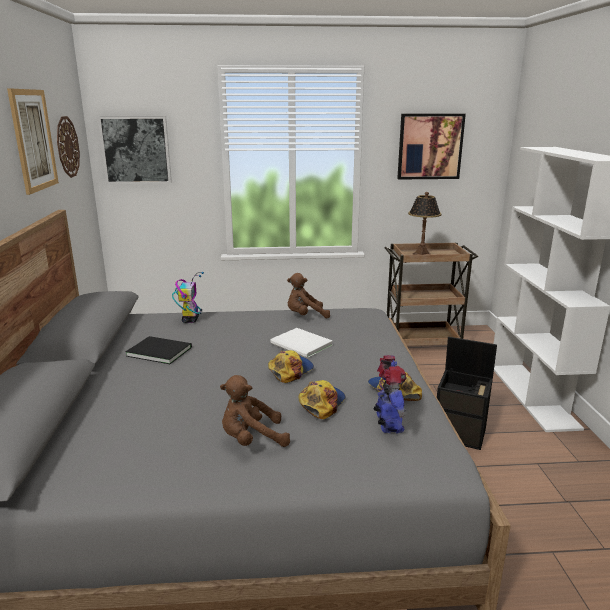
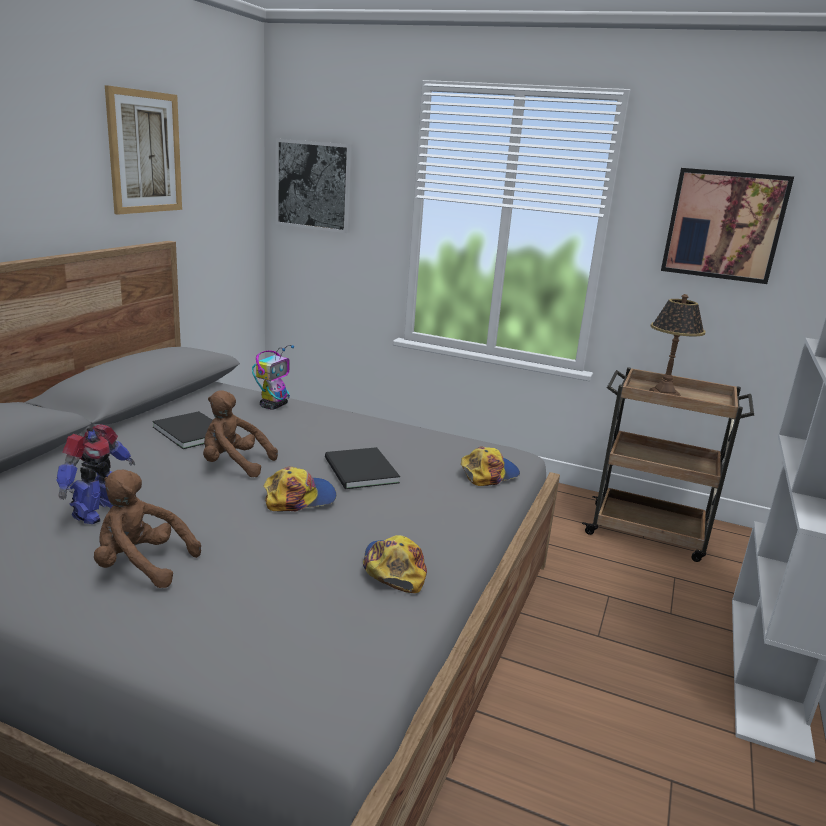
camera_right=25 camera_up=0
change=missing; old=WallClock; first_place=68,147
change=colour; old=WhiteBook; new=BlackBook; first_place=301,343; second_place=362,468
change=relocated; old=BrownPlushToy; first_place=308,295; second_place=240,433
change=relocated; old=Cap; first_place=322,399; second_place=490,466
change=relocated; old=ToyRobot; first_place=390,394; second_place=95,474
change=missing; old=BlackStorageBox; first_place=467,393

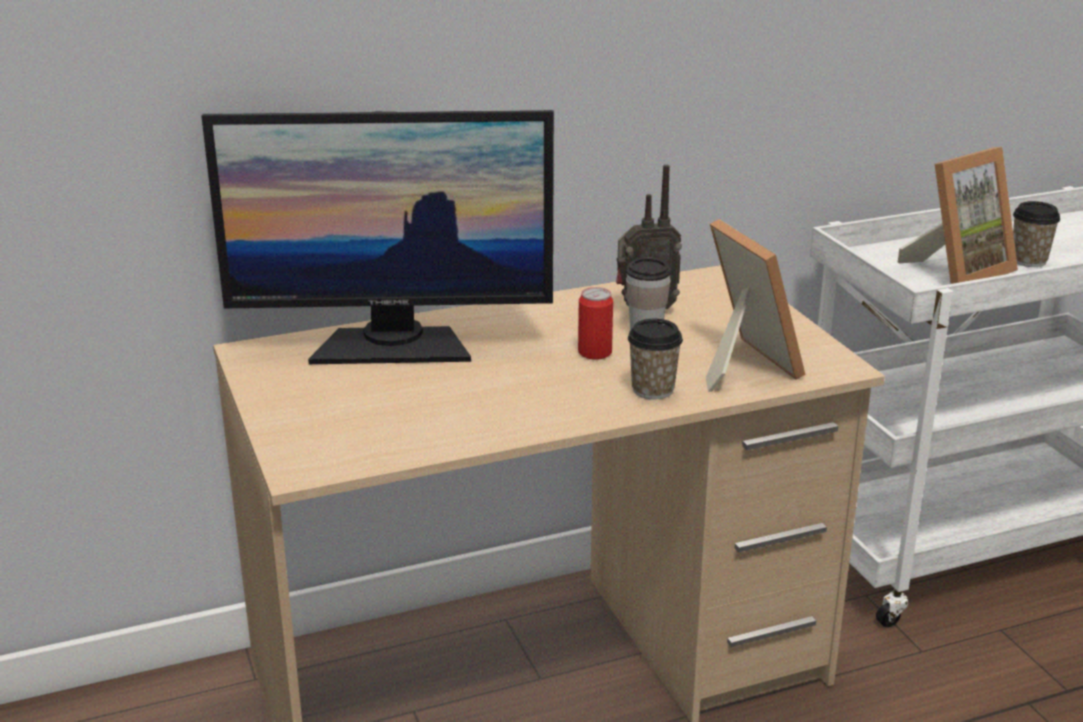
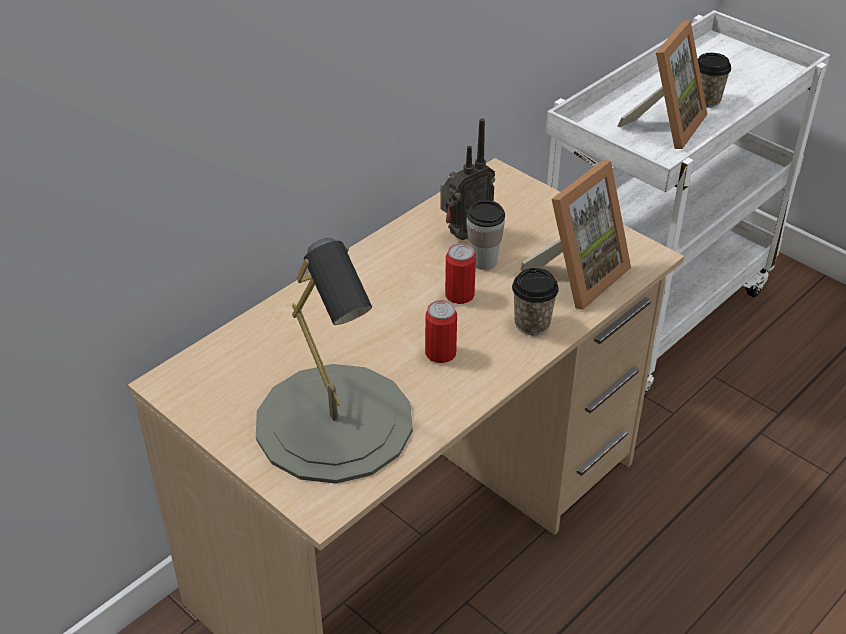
camera_right=-25 camera_up=15
change=missing; old=Monitor; first_place=377,237
change=spun; old=PictureFrame; first_place=756,305; second_place=576,235; degrees=90
change=appeared; new=GreyTableLamp; second_place=334,361
change=appeared; new=Can; second_place=441,331

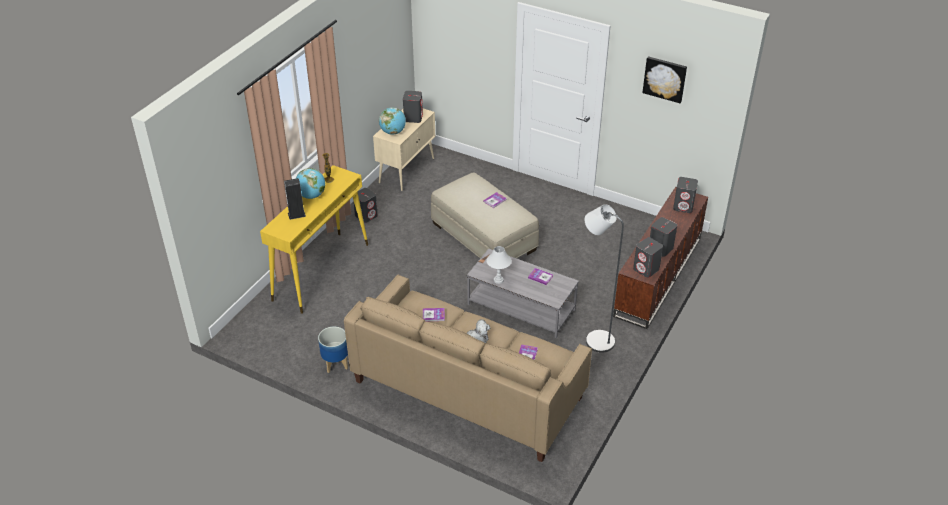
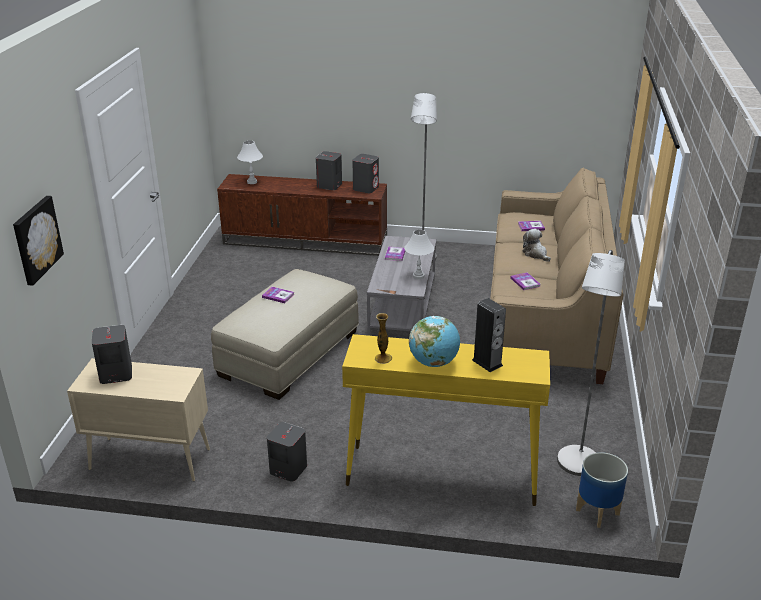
camera_right=-110 camera_up=-10
change=relocated; old=Planter; first_place=333,350; second_place=602,490
change=missing; old=Globe; first_place=392,121
change=relocated; old=Picture; first_place=664,79; second_place=38,241
change=exchanged; old=GreySpeaker; new=WhiteTableLamp; first_place=685,195; second_place=250,162
change=appeared; new=GreyFloorLamp; second_place=591,363

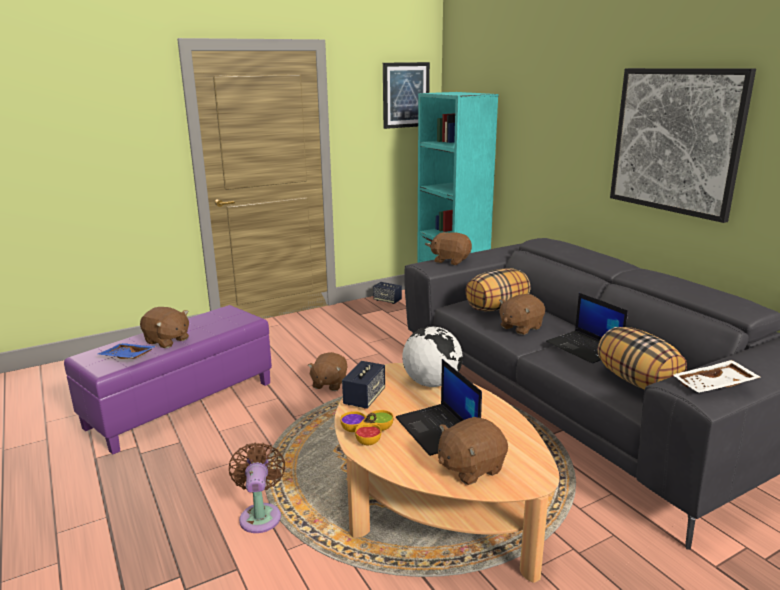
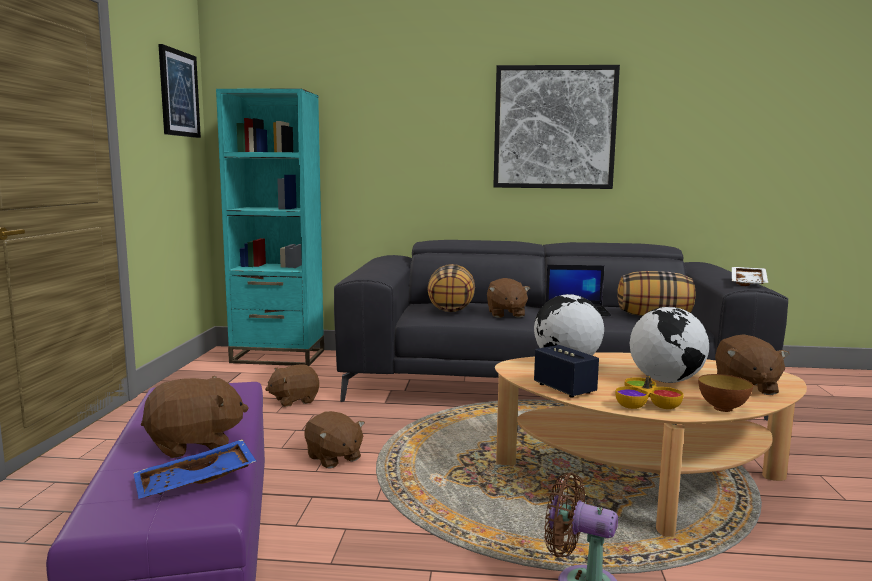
camera_right=-55 camera_up=-10
change=missing; old=Speaker; first_place=387,293
change=exchanged; old=Laptop; new=Globe; first_place=439,407; second_place=670,345
change=relocated; old=BrownPlushToy; first_place=451,248; second_place=292,386
change=appeared; new=Bowl; second_place=725,393

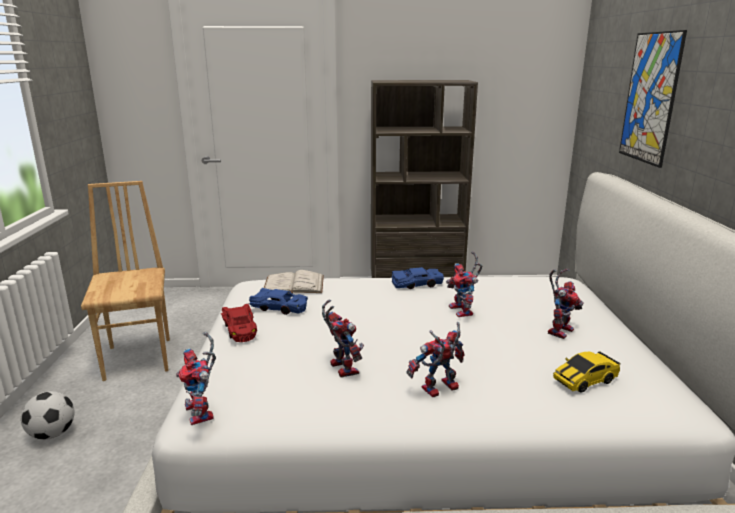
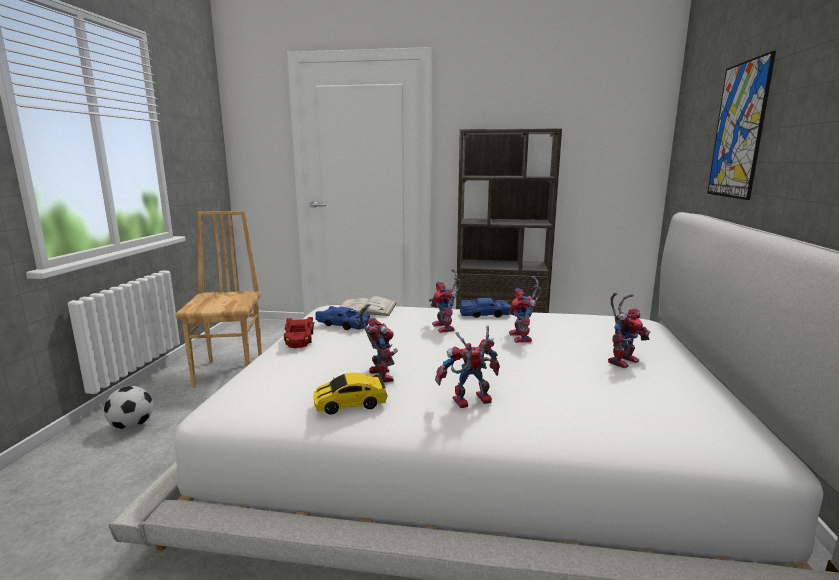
camera_right=10 camera_up=-5
change=relocated; old=ToyRobot; first_place=196,378; second_place=445,301
change=relocated; old=ToyCar; first_place=587,372; second_place=351,394

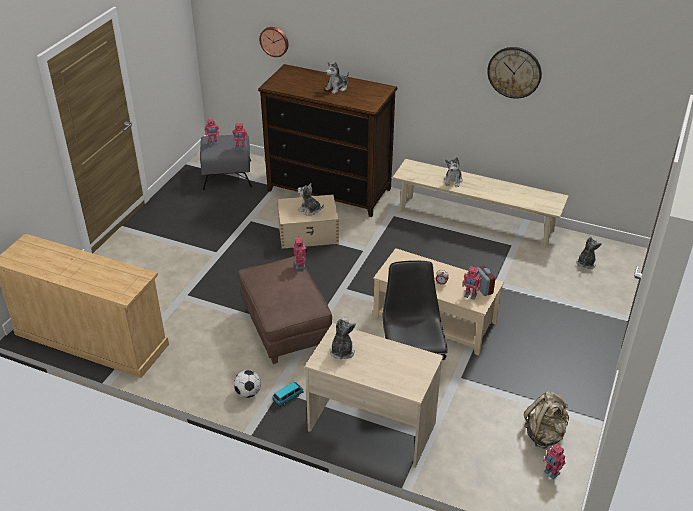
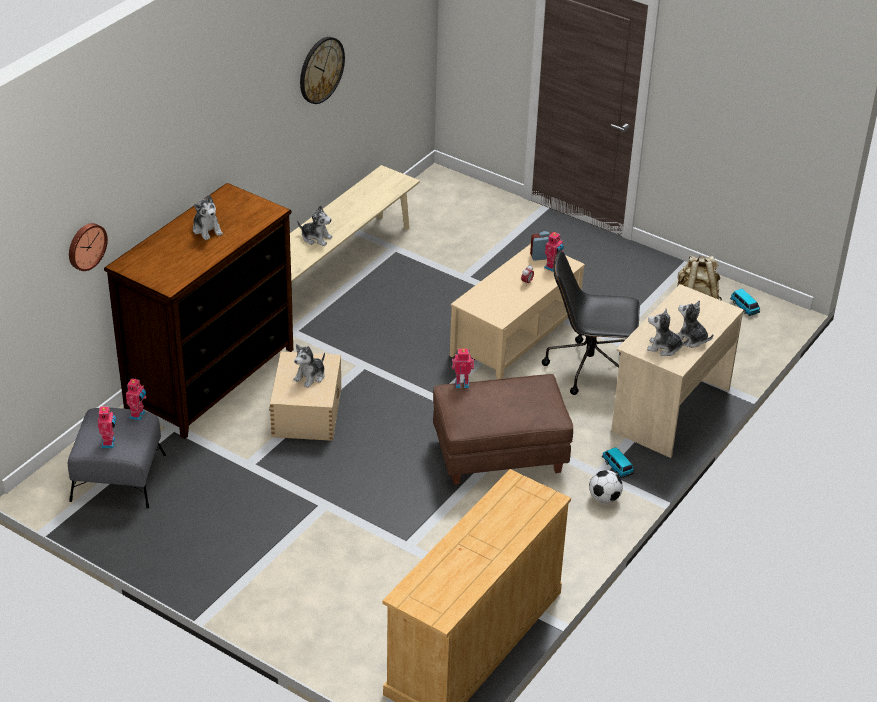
camera_right=-80 camera_up=0
change=exchanged; old=ToyRobot; new=ToyCar; first_place=554,461; second_place=745,302
change=relocated; old=PlushToy; first_place=589,253; second_place=694,323

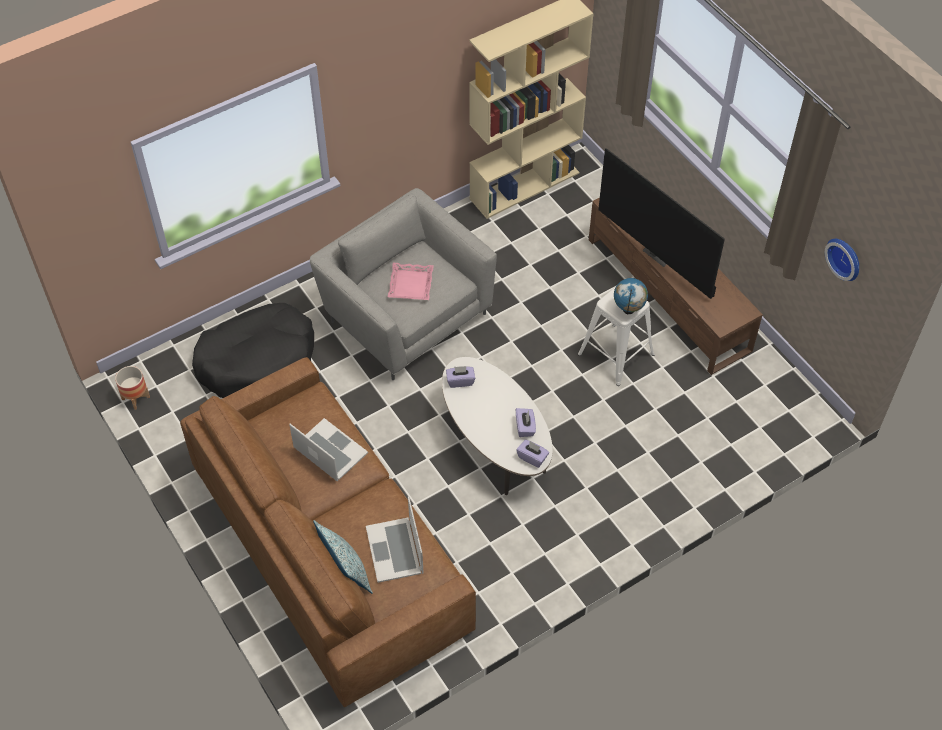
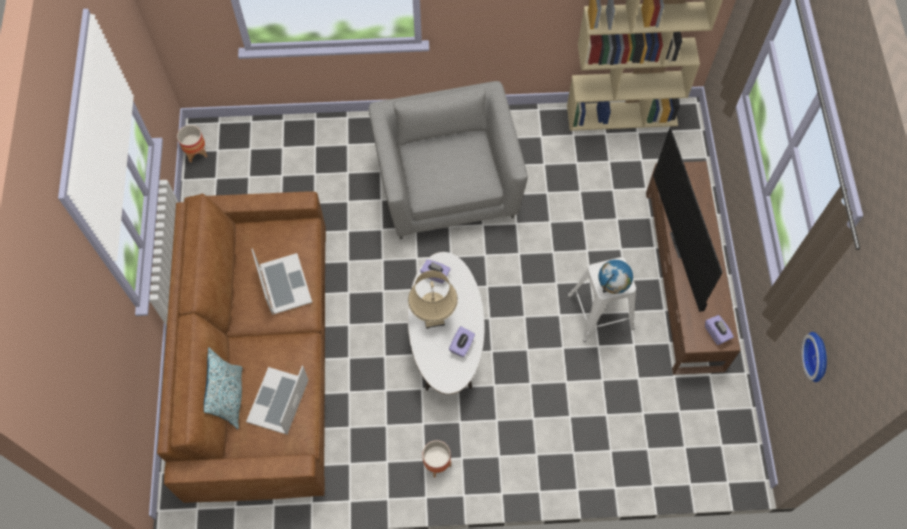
camera_right=30 camera_up=10
change=missing; old=BlackDogBed; first_place=253,350
change=missing; old=PinkTray; first_place=411,281
change=relocated; old=PurpleTissueBox; first_place=532,454; second_place=719,330
change=appeared; new=BeigeTableLamp; second_place=433,299
change=appeared; new=Planter; second_place=437,459

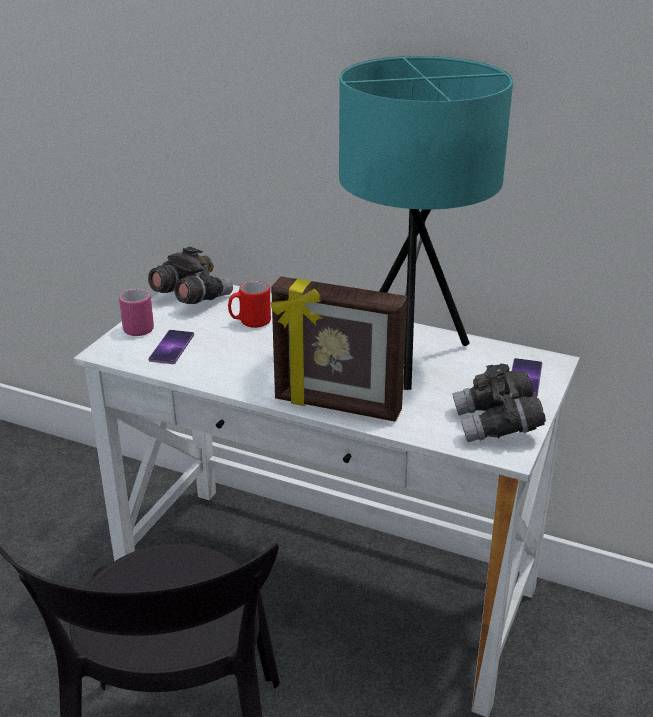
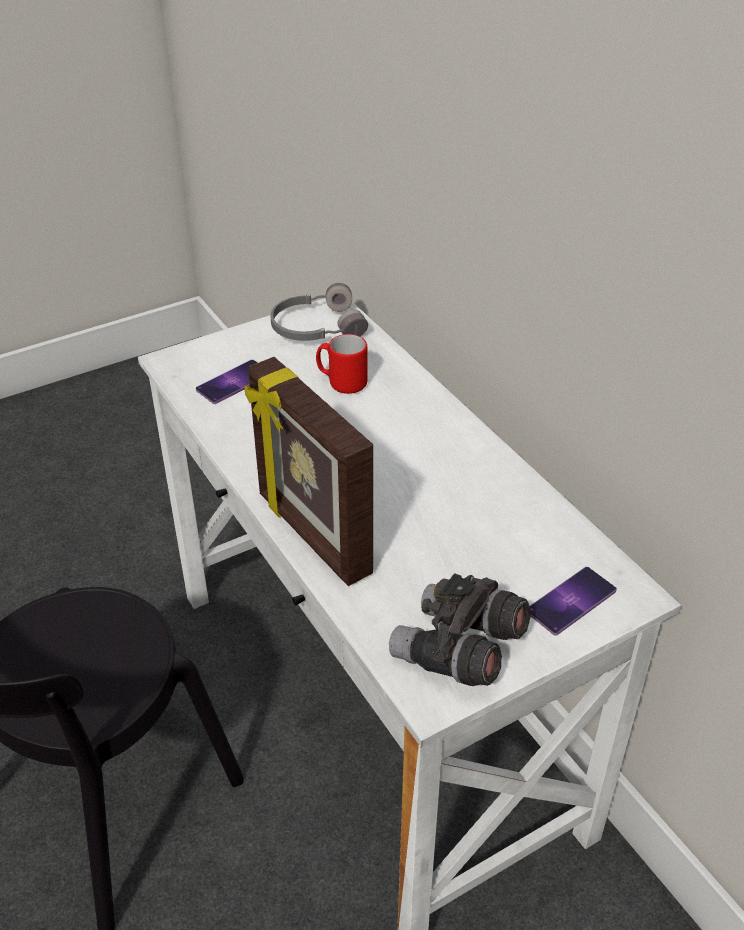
camera_right=35 camera_up=10
change=missing; old=PinkMug; first_place=136,312
change=exchanged; old=GreyBinoculars; new=GreyHeadphones; first_place=190,275; second_place=319,312
change=missing; old=TurquoiseTableLamp; first_place=426,223

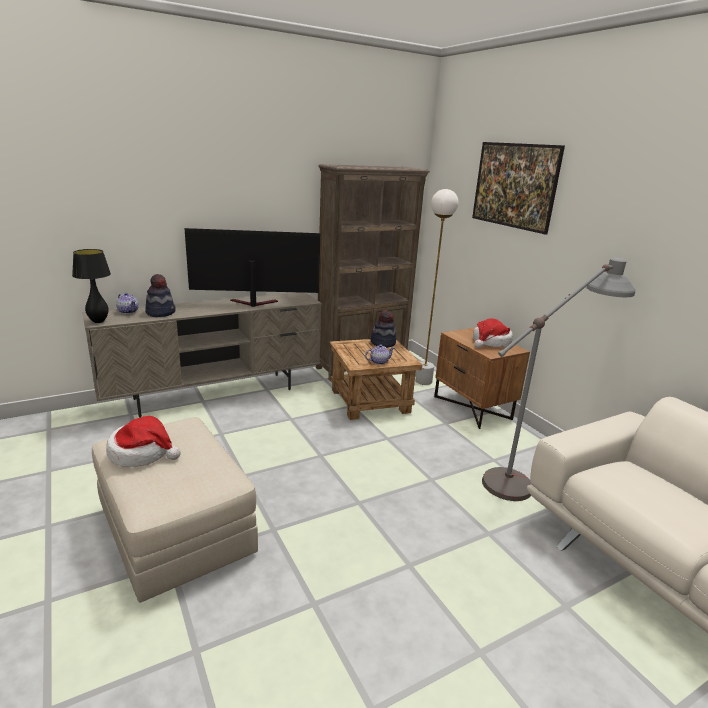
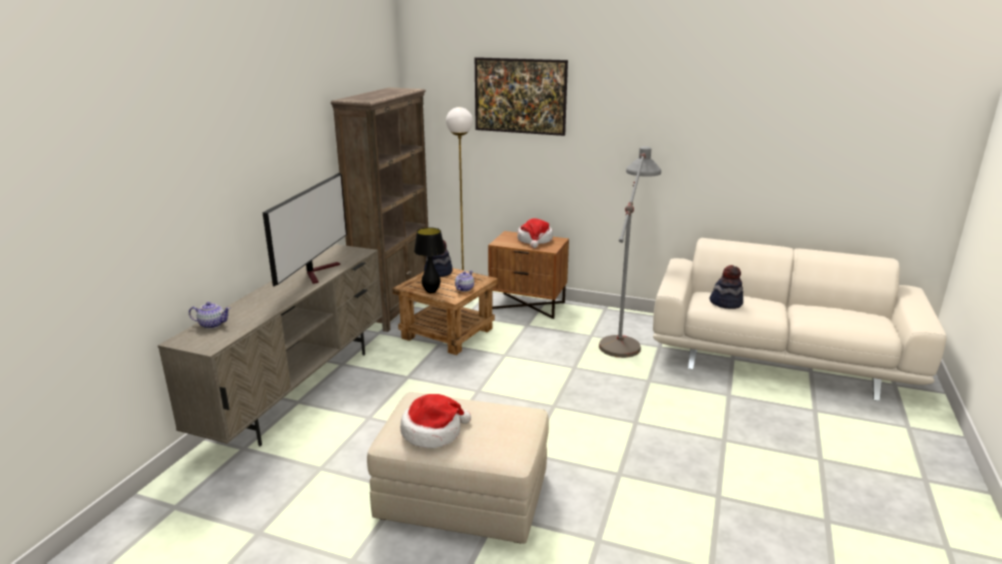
camera_right=-40 camera_up=0
change=relocated; old=BlackTableLamp; first_place=91,286; second_place=429,260
change=relocated; old=Hat; first_place=160,295; second_place=726,287
change=spun; old=Television; first_place=252,267; second_place=305,230; degrees=150

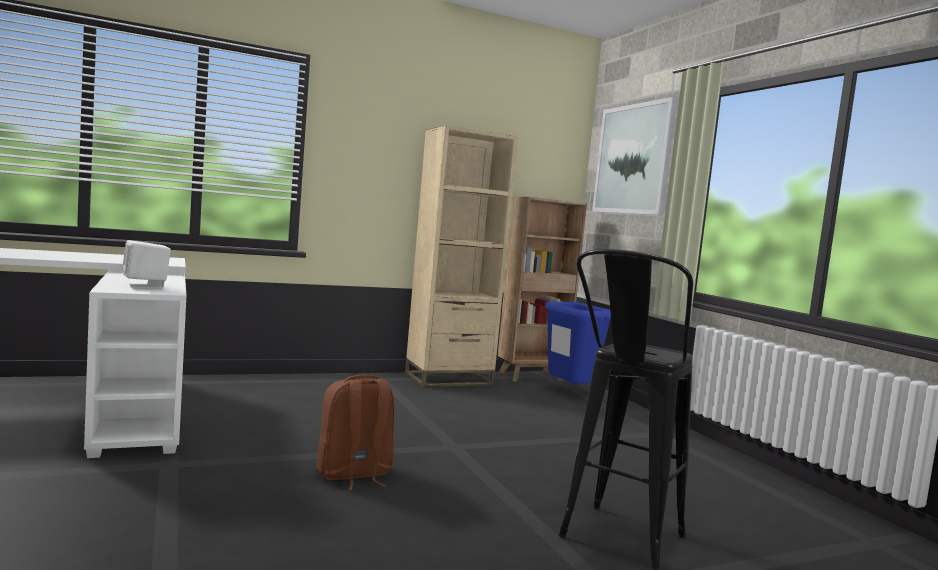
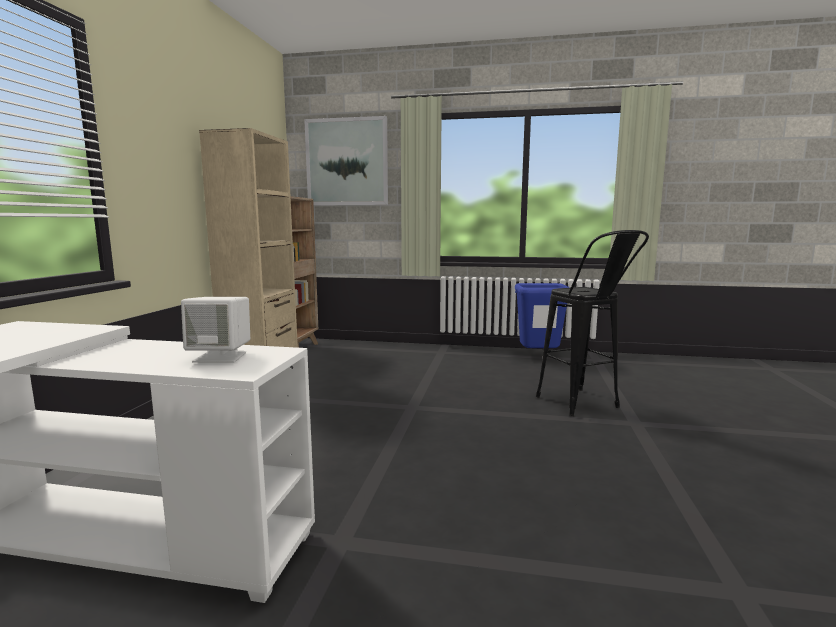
camera_right=-55 camera_up=5
change=missing; old=BrownBackpack; first_place=355,432
change=relocated; old=BlueTrashCan; first_place=578,343; second_place=542,315

